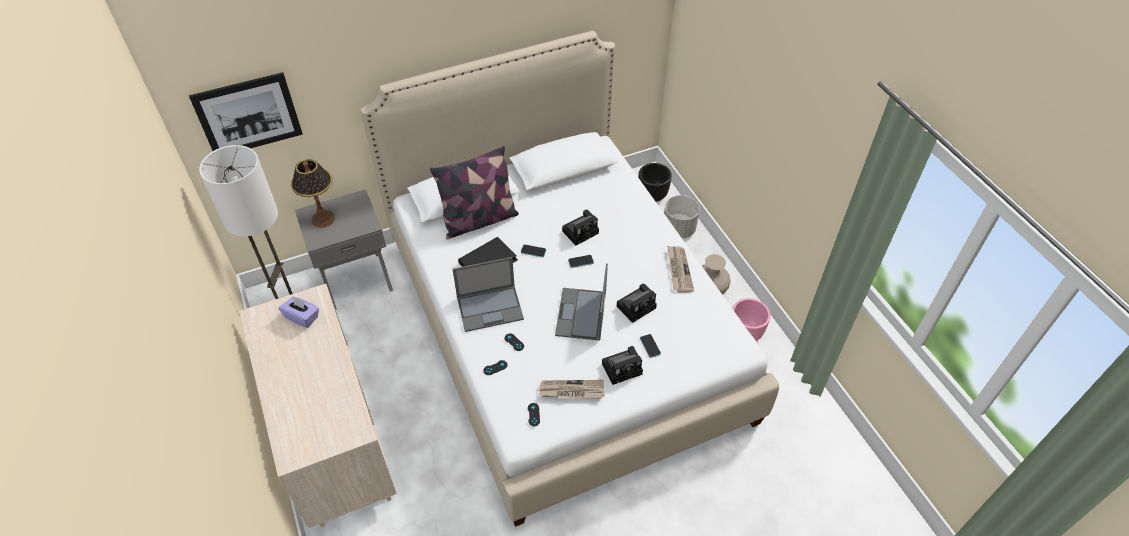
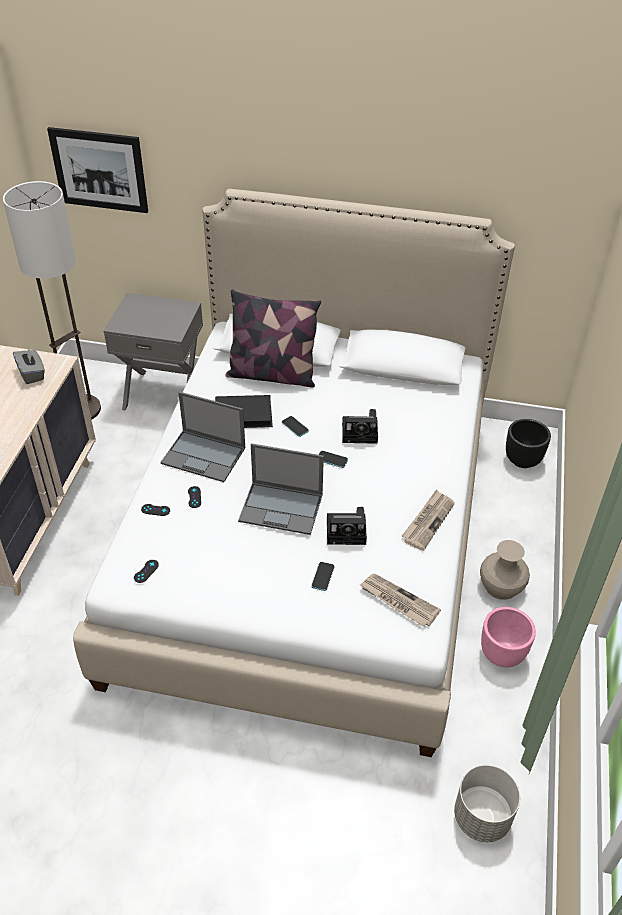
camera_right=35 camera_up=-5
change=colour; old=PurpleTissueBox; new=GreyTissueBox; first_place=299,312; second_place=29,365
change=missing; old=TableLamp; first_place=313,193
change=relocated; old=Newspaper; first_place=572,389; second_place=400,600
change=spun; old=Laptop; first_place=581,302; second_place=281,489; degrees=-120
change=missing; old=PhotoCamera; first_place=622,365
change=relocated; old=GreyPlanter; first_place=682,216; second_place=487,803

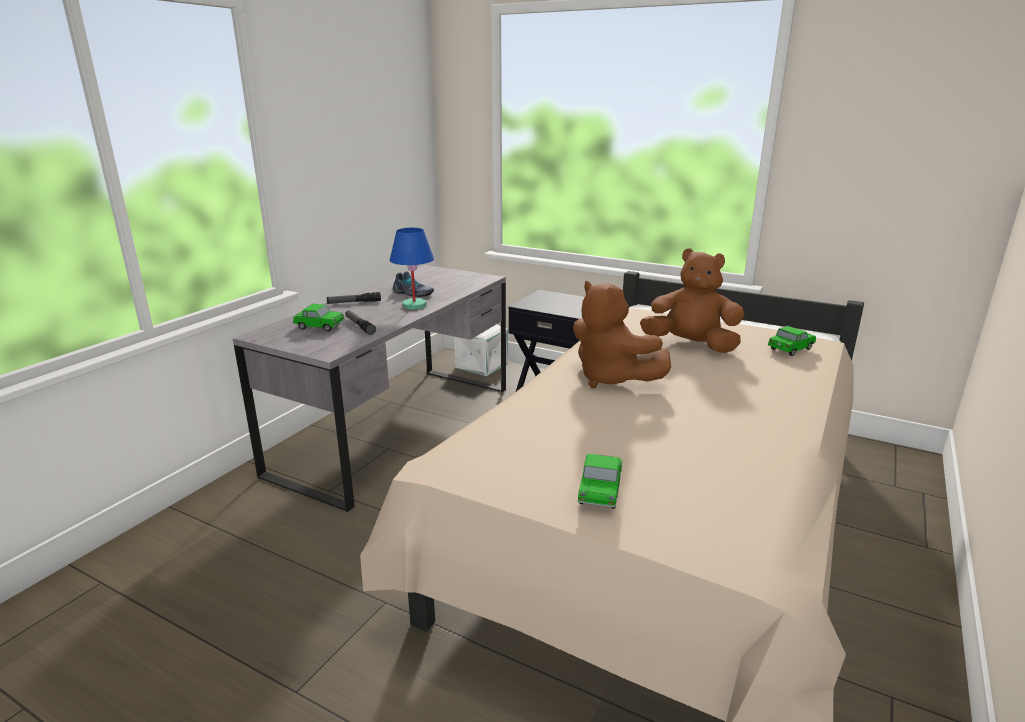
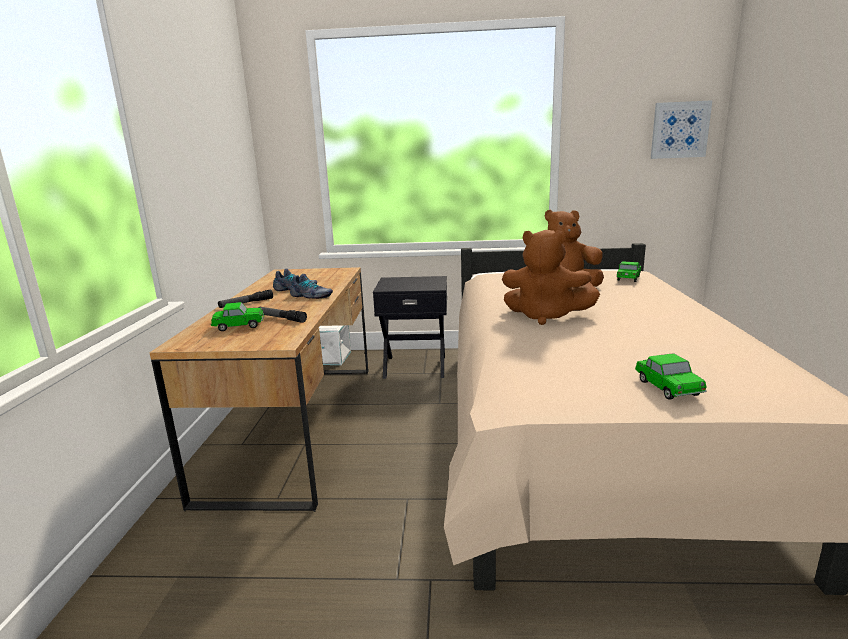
camera_right=-25 camera_up=-5
change=colour; old=GreyDesk; new=BrownDesk; first_place=369,388; second_place=259,389
change=exchanged; old=BlueTableLamp; new=Shoe; first_place=412,268; second_place=311,286
change=appeared; new=Picture; second_place=681,129

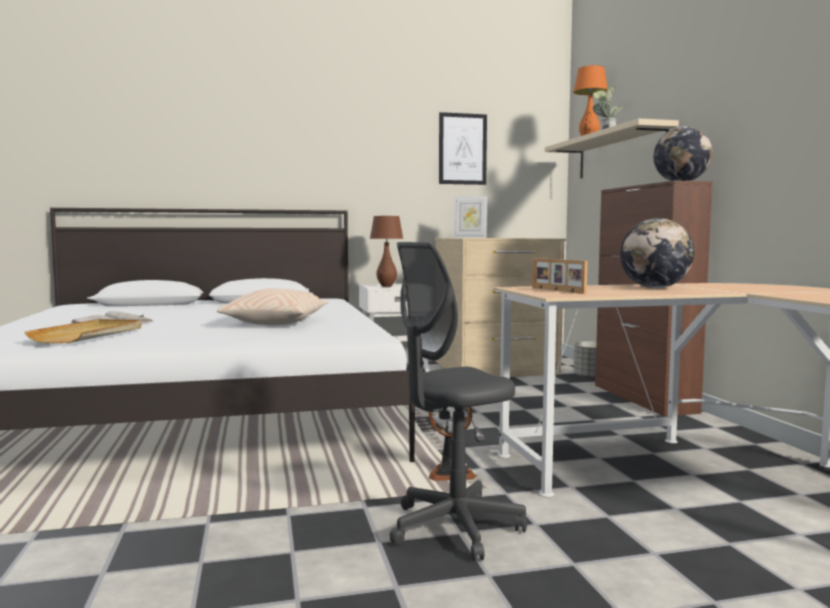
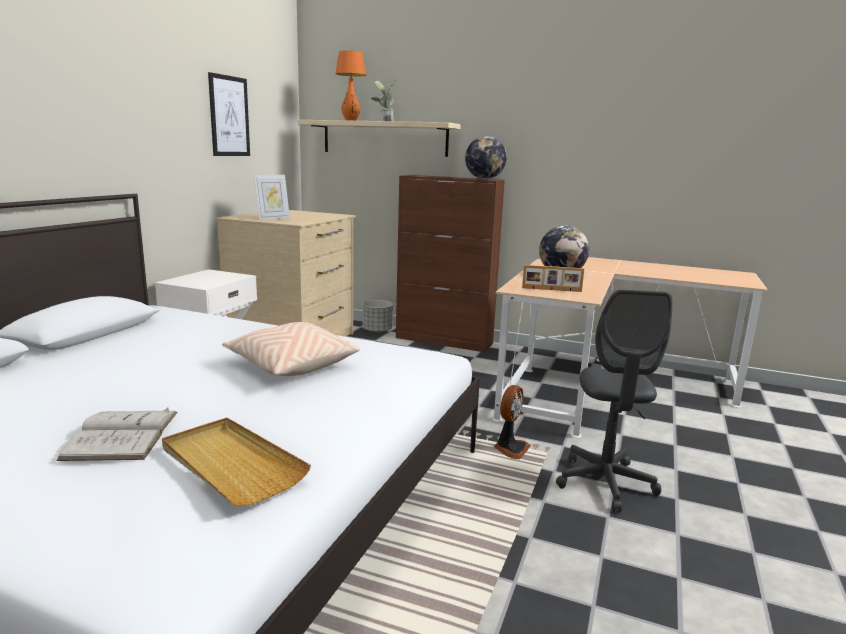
camera_right=-55 camera_up=10
change=missing; old=BrownTableLamp; first_place=386,251

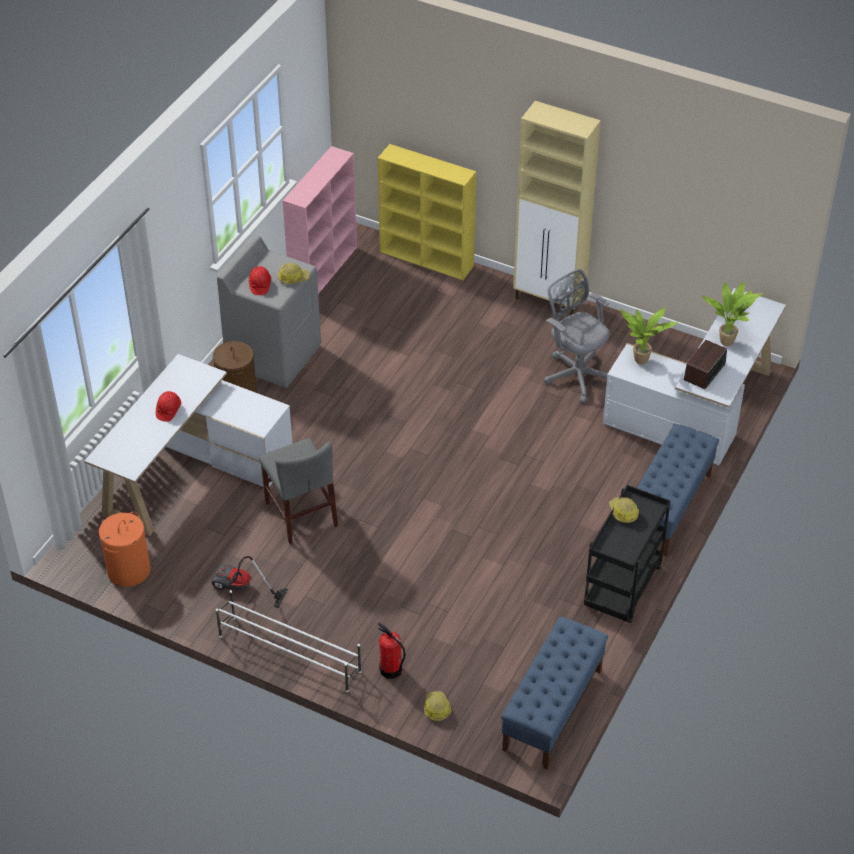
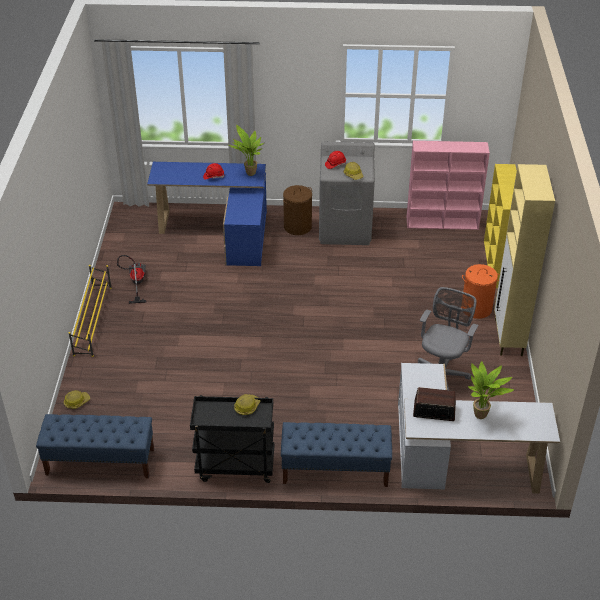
camera_right=65 camera_up=-5
change=colour; old=WhiteDesk; new=BlueDesk; first_place=188,445; second_place=207,214
change=relocated; old=OrangeLaundryBasket; first_place=125,549; second_place=480,291
change=colour; old=WhiteShoeRack; new=YellowShoeRack; first_place=288,641; second_place=90,311
change=missing; old=GreyChair; first_place=298,491
change=missing; old=FireExtinguisher; first_place=391,651
change=relocated; old=PottedPlant; first_place=649,336; second_place=246,150

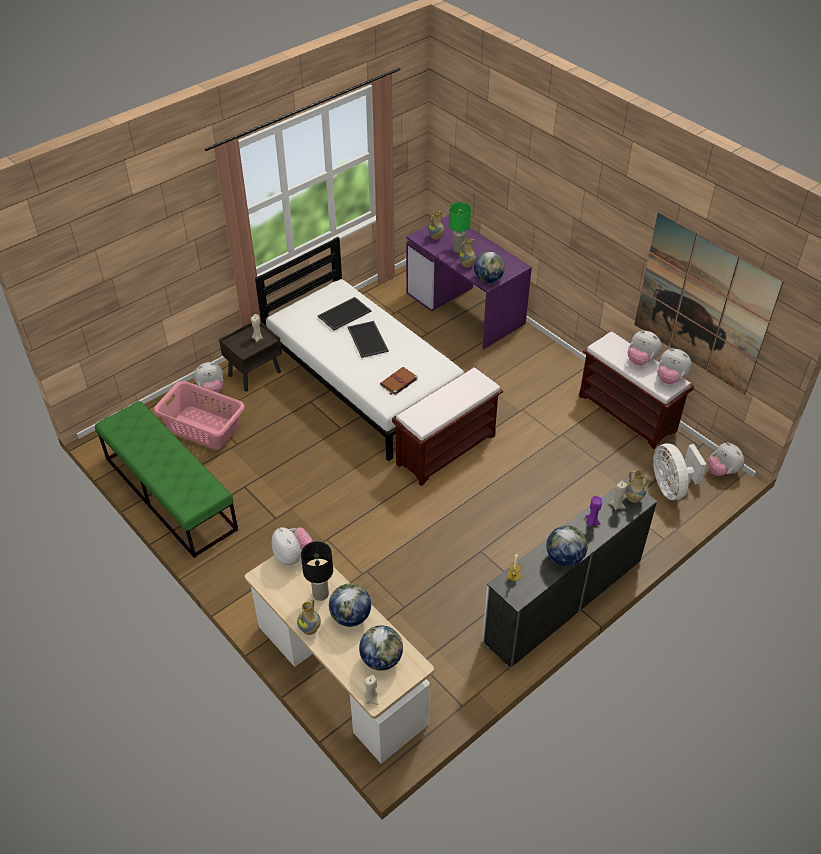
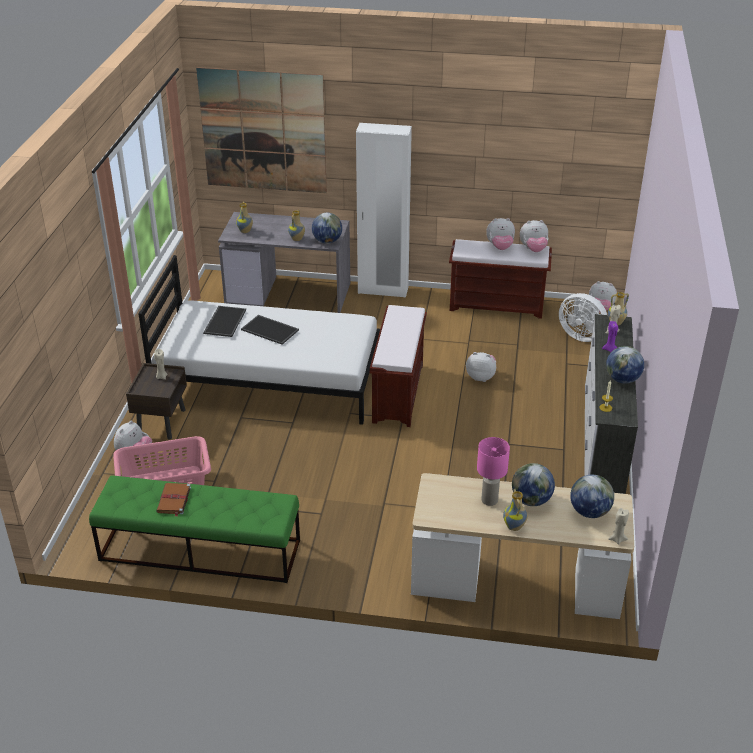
camera_right=-40 camera_up=-10
change=relocated; old=PlushToy; first_place=292,546; second_place=481,367
change=colour; old=BlackTableLamp; new=PinkTableLamp; first_place=317,571; second_place=493,471
change=relocated; old=BrownBook; first_place=399,381; second_place=173,499
change=colour; old=PurpleDesk; new=GreyDesk; first_place=469,282; second_place=284,262
change=missing; old=GreenTableLamp; first_place=460,227
change=relocated; old=Picture; first_place=709,303; second_place=261,130
change=appeared; new=WhiteWardrobe; second_place=384,210

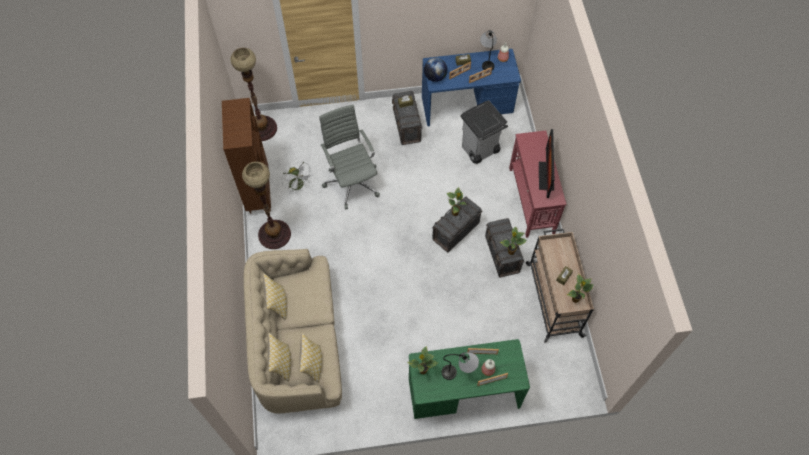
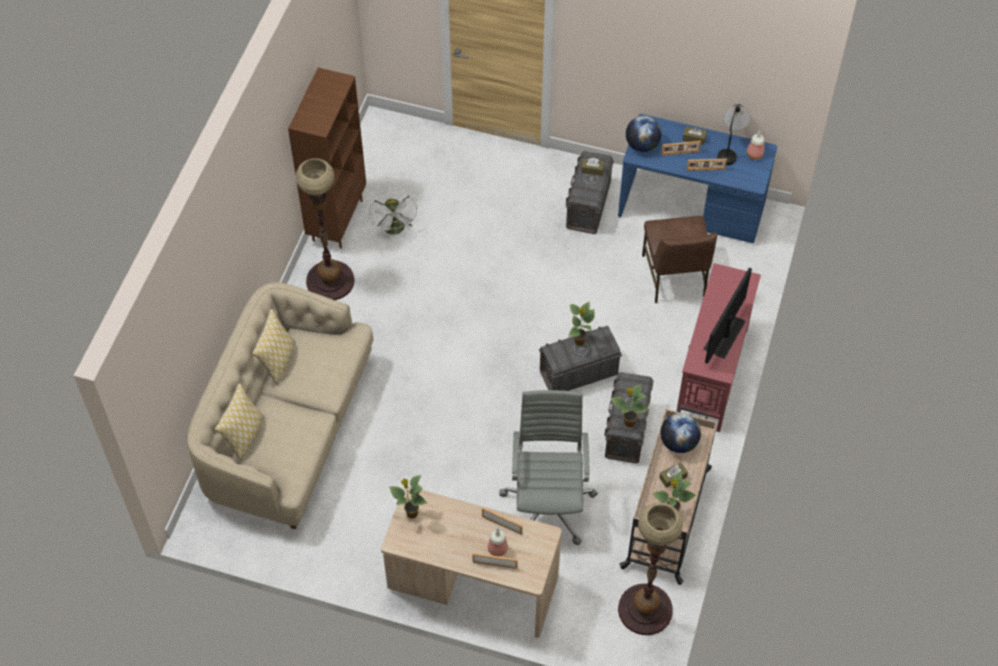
camera_right=25 camera_up=-5
change=relocated; old=FloorLamp; first_place=253,94; second_place=650,568
change=missing; old=Pillow; first_place=310,358
change=relocated; old=GreyOfficeChair; first_place=349,157; second_place=548,468
change=colour; old=GreenDesk; new=BeigeDesk; first_place=469,379; second_place=471,562
change=missing; old=TableLamp; first_place=460,366
change=exchanged; old=GreyTrashCan; new=BrownChair; first_place=484,132; second_place=680,259
change=appeared; new=Globe; second_place=681,433

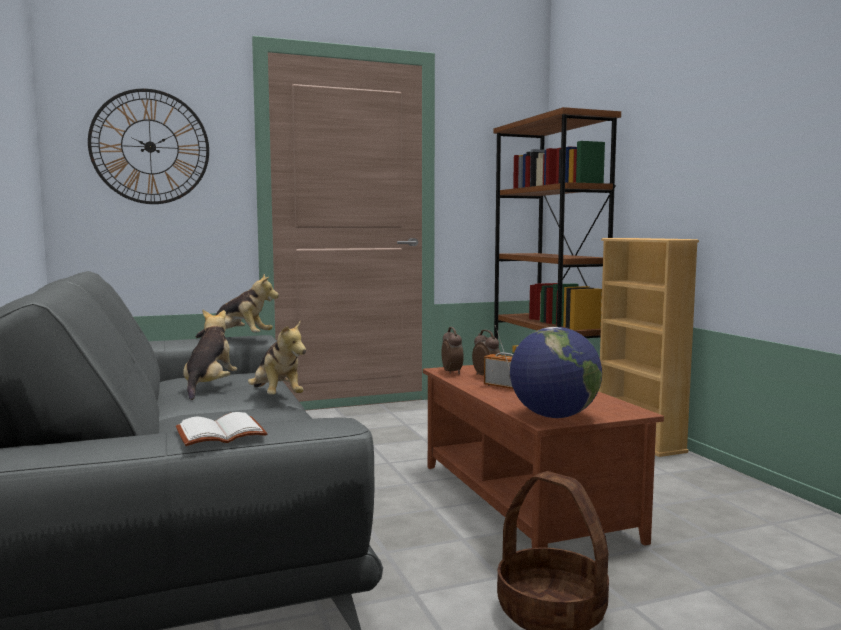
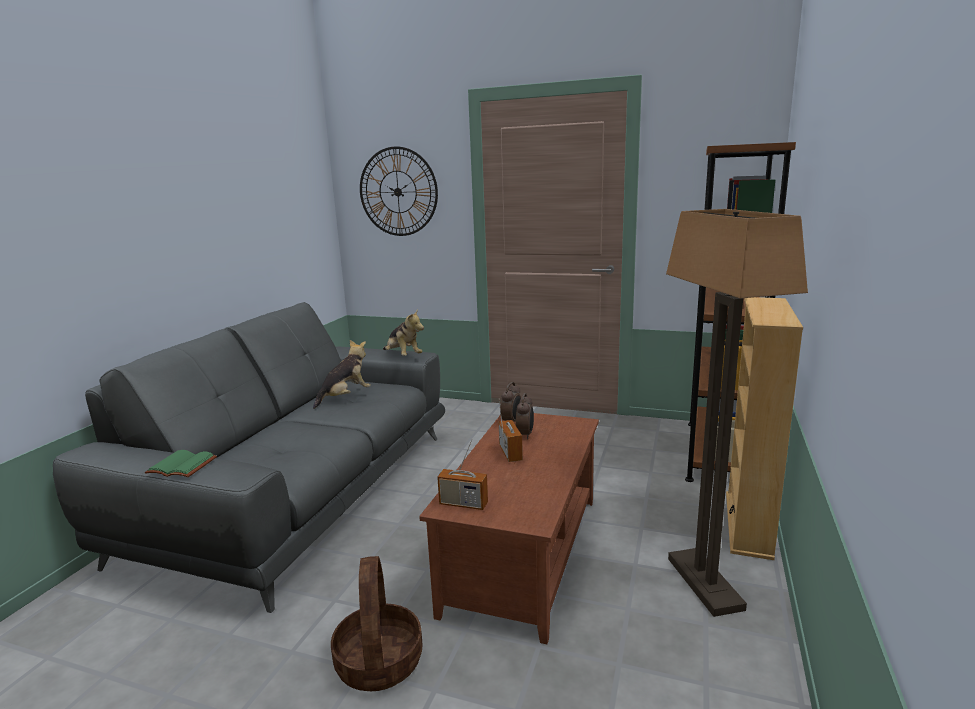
camera_right=40 camera_up=10
change=colour; old=WhiteBook; new=GreenBook; first_place=222,429; second_place=181,463
change=missing; old=PlushToy; first_place=277,358
change=exchanged; old=Globe; new=Radio; first_place=556,372; second_place=462,474
change=appeared; new=FloorLamp; second_place=737,413

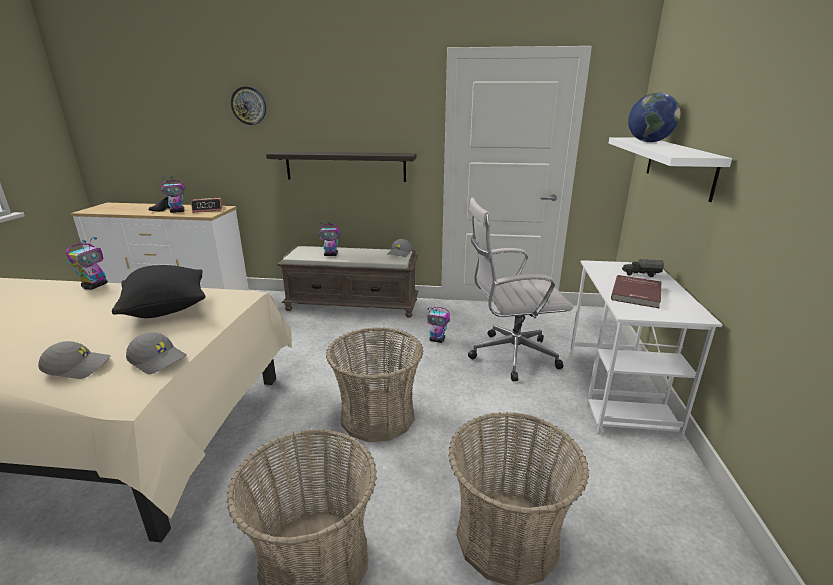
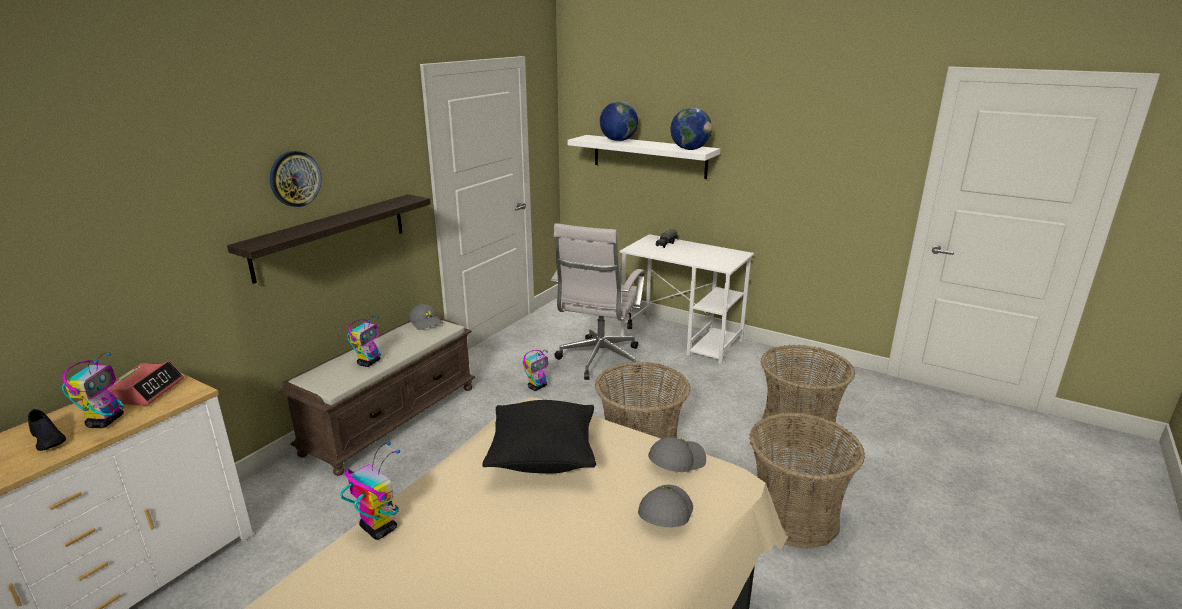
camera_right=-65 camera_up=0
change=relocated; old=WallClock; first_place=248,105; second_place=296,179
change=missing; old=RedBook; first_place=636,291
change=appeared; new=Globe; second_place=691,128

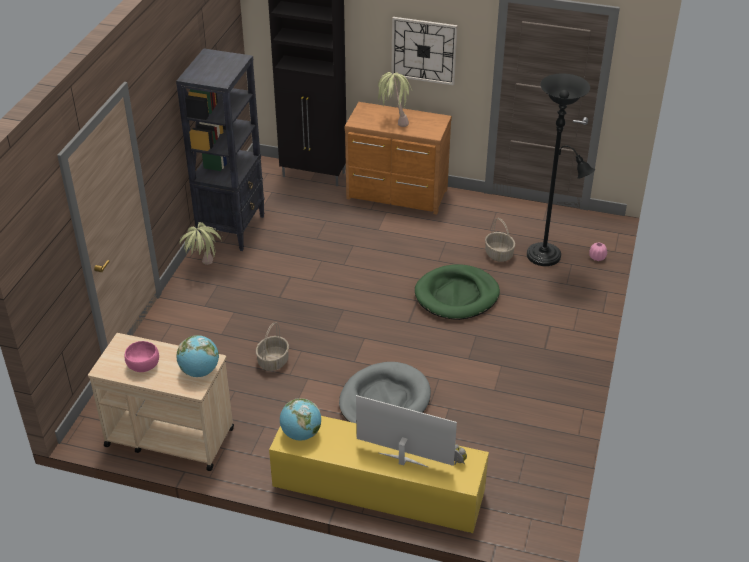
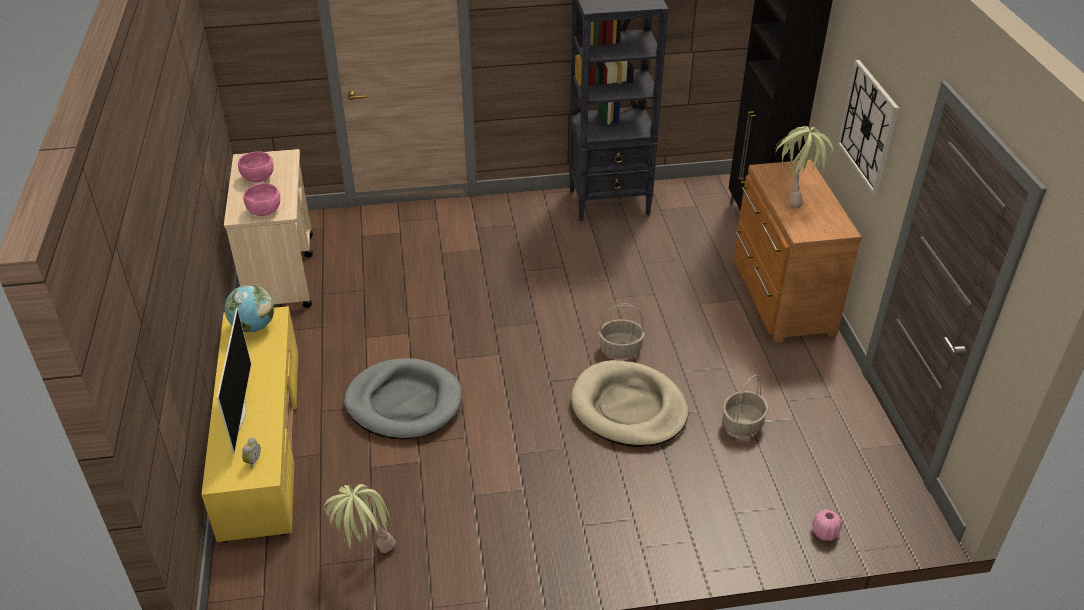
camera_right=65 camera_up=0
change=exchanged; old=Globe; new=PinkBowl; first_place=197,356; second_place=262,199
change=relocated; old=PottedPlant; first_place=201,243; second_place=360,518
change=relocated; old=Basket; first_place=272,346; second_place=622,331
change=colour; old=GreenDogBed; new=BeigeDogBed; first_place=457,292; second_place=630,403
change=missing; old=BlackFloorLamp; first_place=561,169

